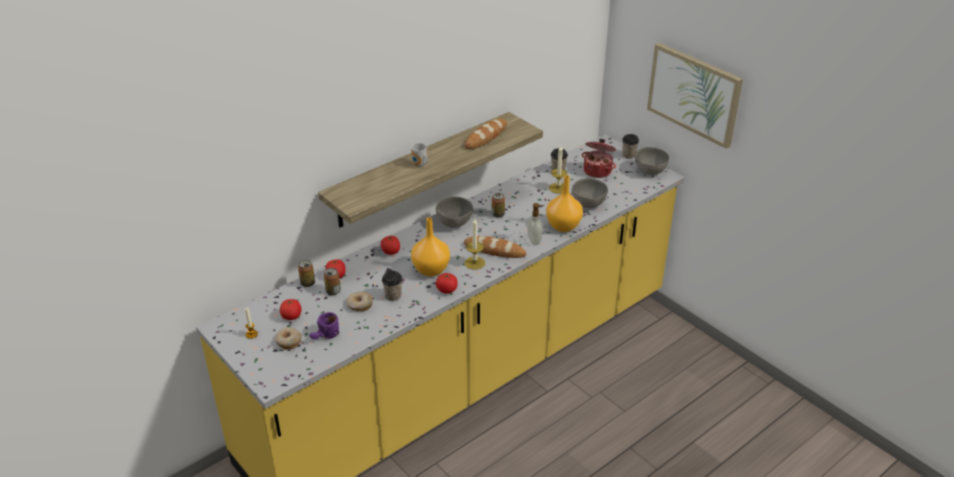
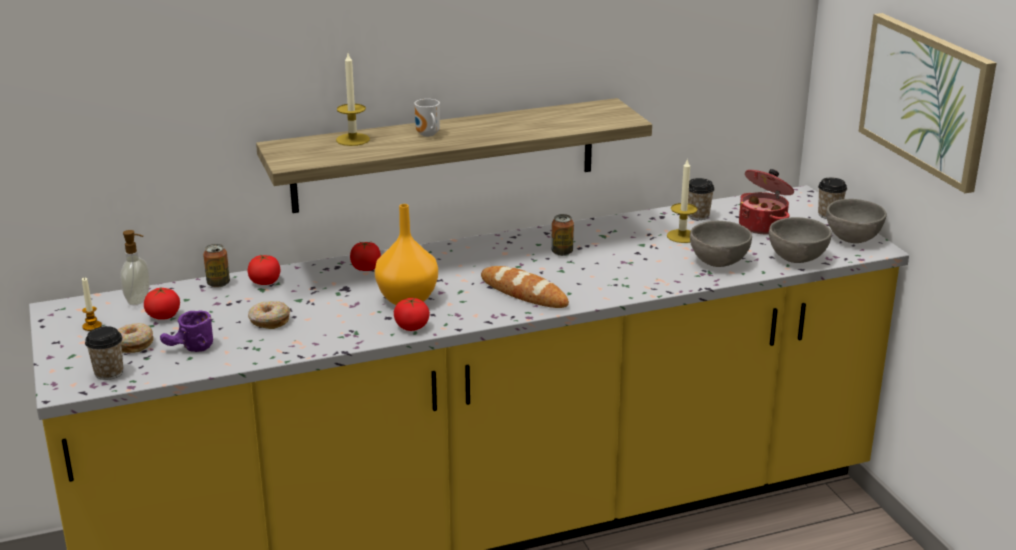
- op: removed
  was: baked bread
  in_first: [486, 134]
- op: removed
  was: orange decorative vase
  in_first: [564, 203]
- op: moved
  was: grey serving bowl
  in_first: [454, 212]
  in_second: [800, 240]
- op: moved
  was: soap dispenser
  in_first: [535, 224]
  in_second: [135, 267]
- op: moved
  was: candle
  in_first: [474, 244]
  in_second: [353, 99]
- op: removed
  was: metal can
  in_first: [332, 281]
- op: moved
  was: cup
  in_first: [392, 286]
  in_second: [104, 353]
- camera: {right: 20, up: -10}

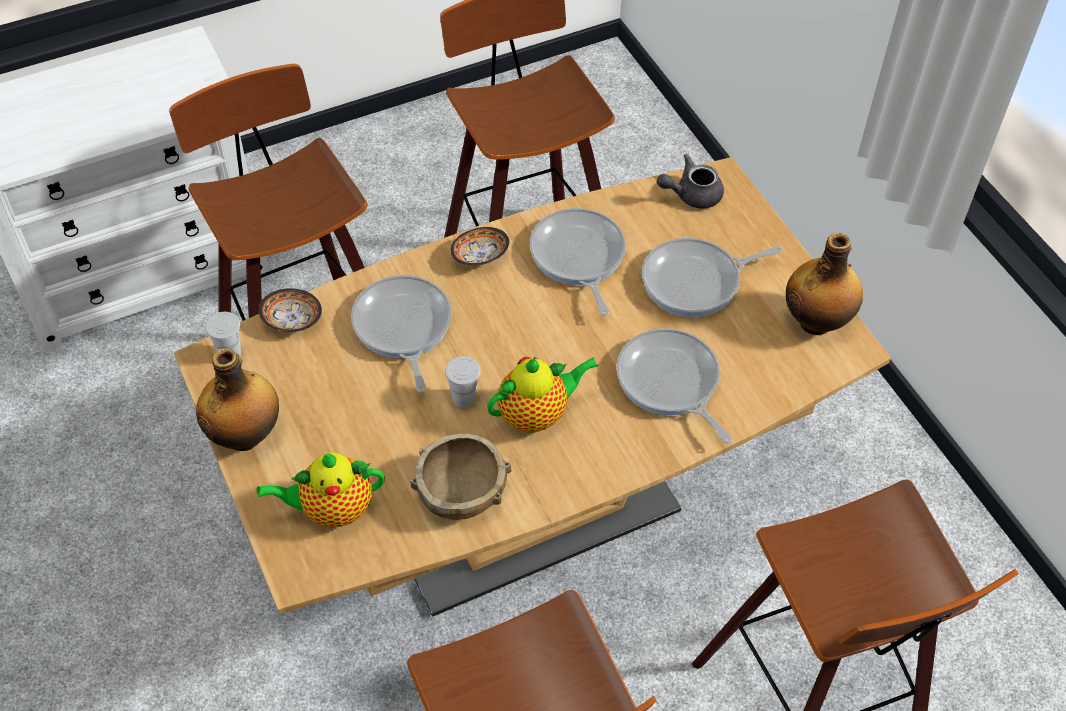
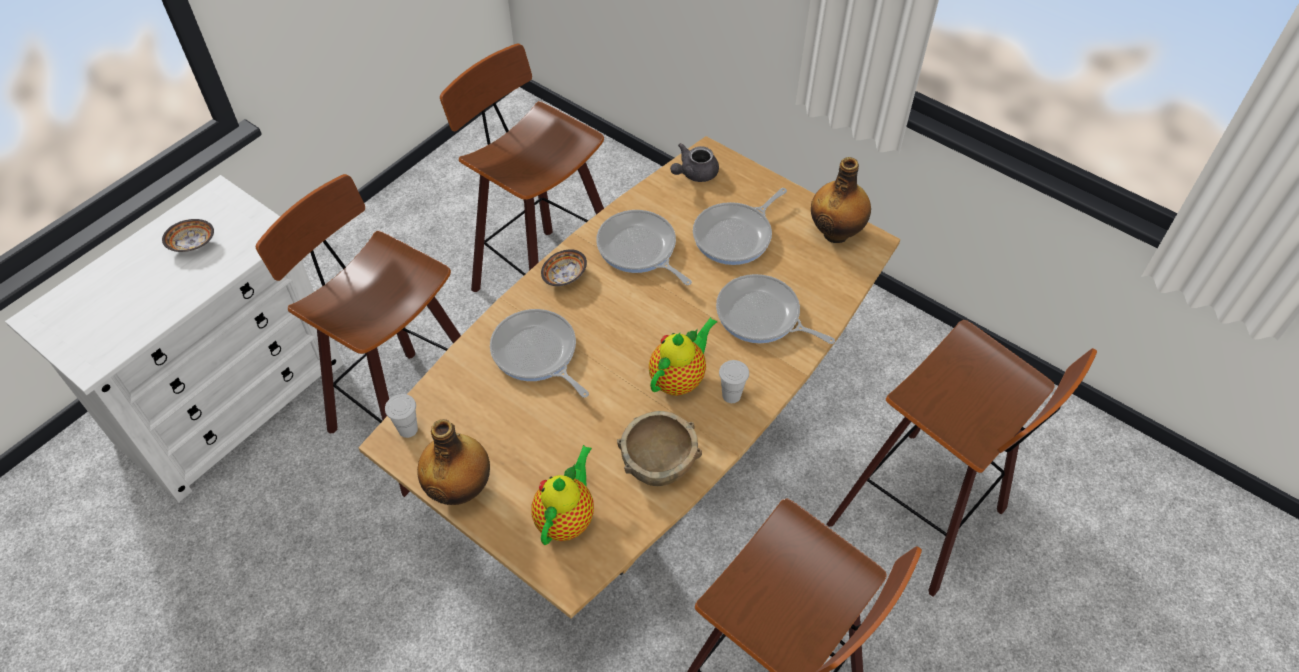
- op: moved
  was: serving bowl
  in_first: [290, 310]
  in_second: [188, 235]
- op: moved
  was: whitish cup
  in_first: [462, 382]
  in_second: [734, 381]
- op: turned
  was: tea pot
  in_first: [321, 489]
  in_second: [562, 495]
  clockwise: 150
- camera: {right: -25, up: 0}

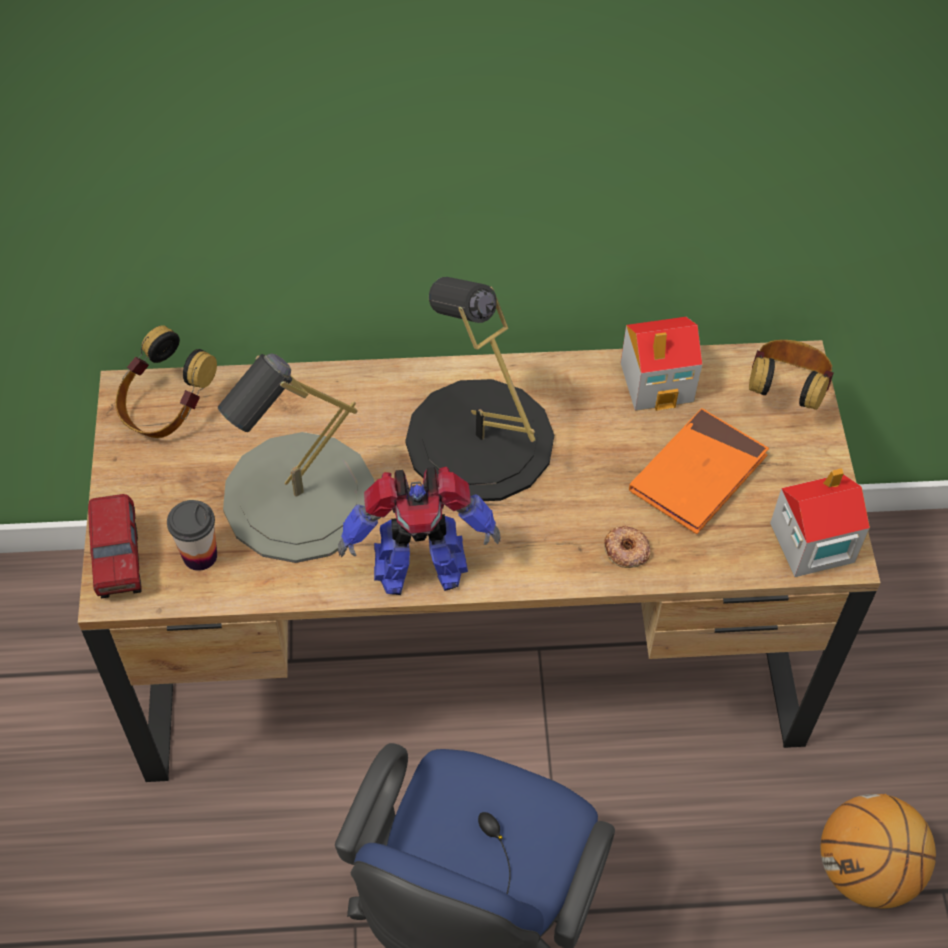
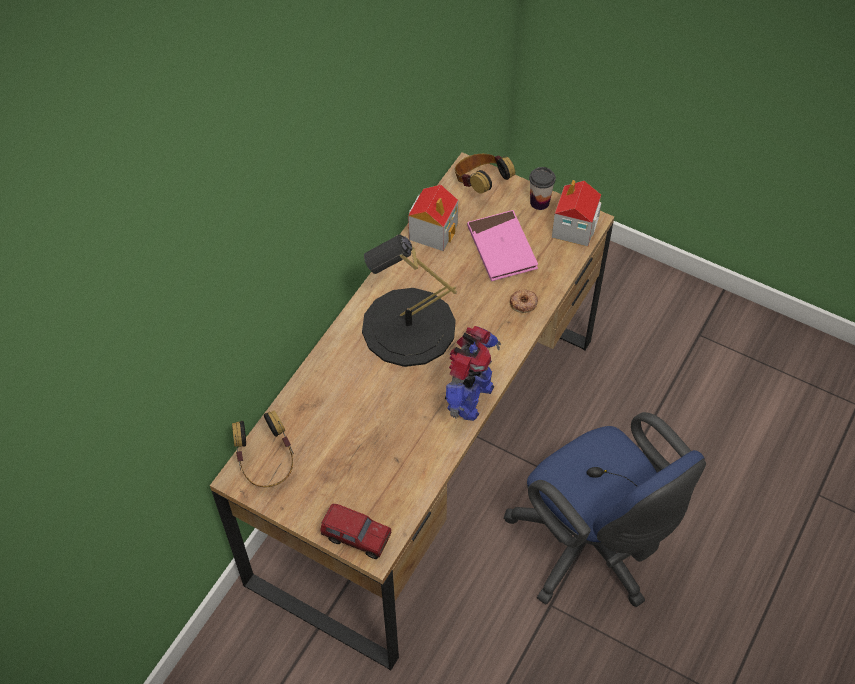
- op: removed
  was: grey lamp for a table
  in_first: [296, 458]
- op: recoloured
  was: orange bound book
  now: pink-coloured bound book
  in_first: [699, 471]
  in_second: [502, 245]
- op: moved
  was: cup
  in_first: [192, 535]
  in_second: [542, 188]
- op: removed
  was: basketball ball
  in_first: [878, 851]
- camera: {right: -55, up: 0}

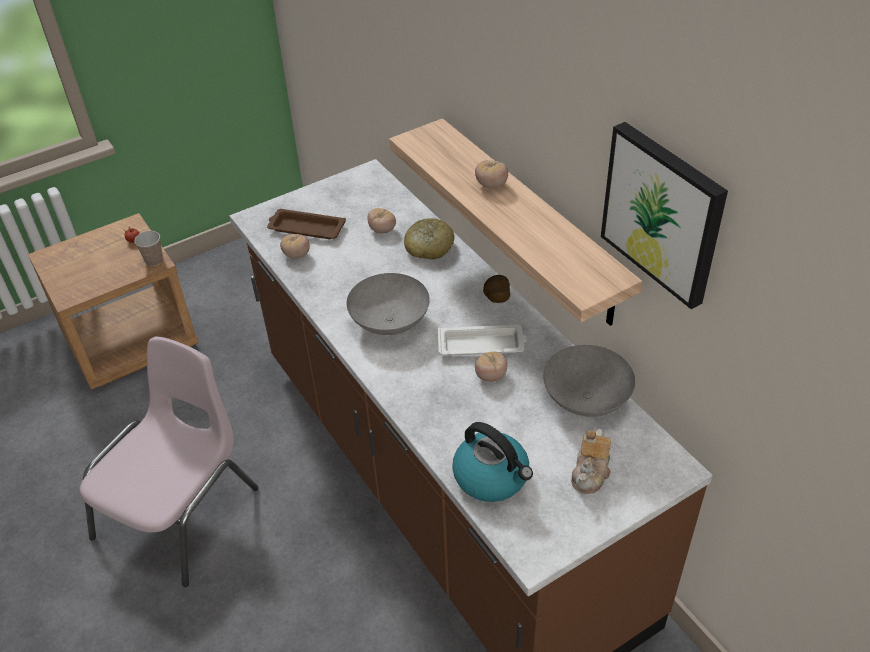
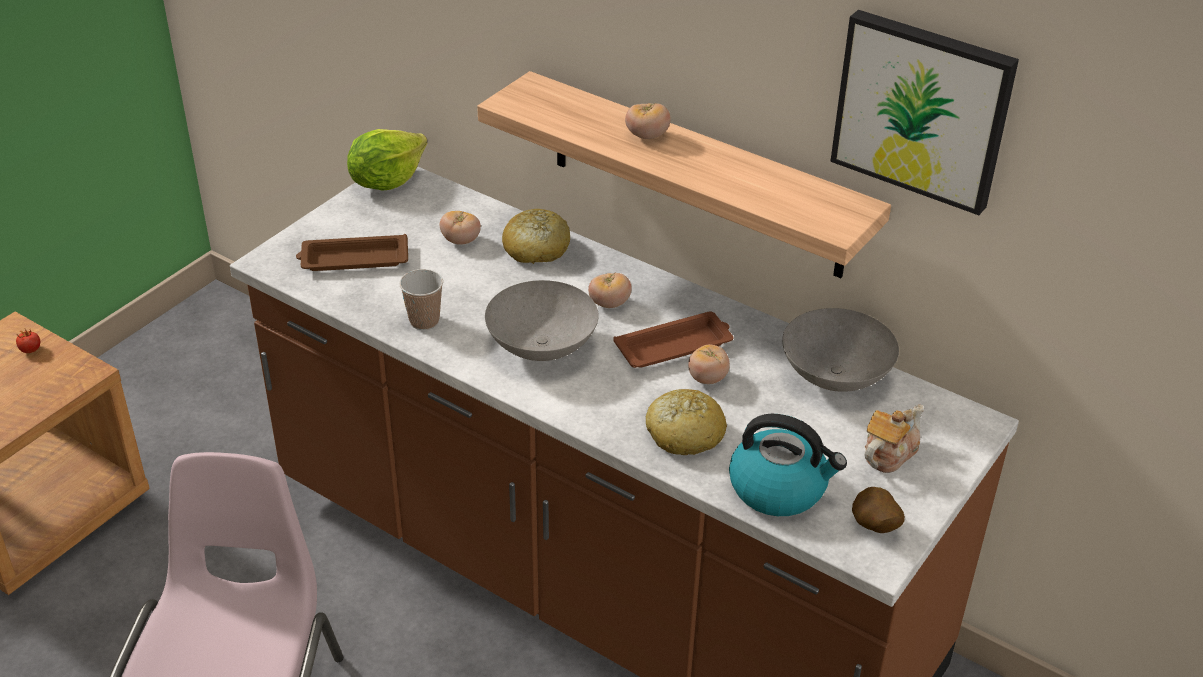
- op: moved
  was: cup
  in_first: [148, 248]
  in_second: [421, 299]
- op: moved
  was: fresh tomato
  in_first: [295, 246]
  in_second: [610, 290]
- op: moved
  was: spud
  in_first: [496, 289]
  in_second: [878, 510]
- op: recoloured
  was: whitish tray
  now: brown tray
  in_first: [482, 340]
  in_second: [673, 340]
- op: turned
  was: tea pot
  in_first: [591, 461]
  in_second: [894, 438]
  clockwise: -135
- op: added
  now: lettuce
  in_second: [387, 160]
- op: added
  now: baked bread
  in_second: [686, 422]
- camera: {right: -25, up: -5}

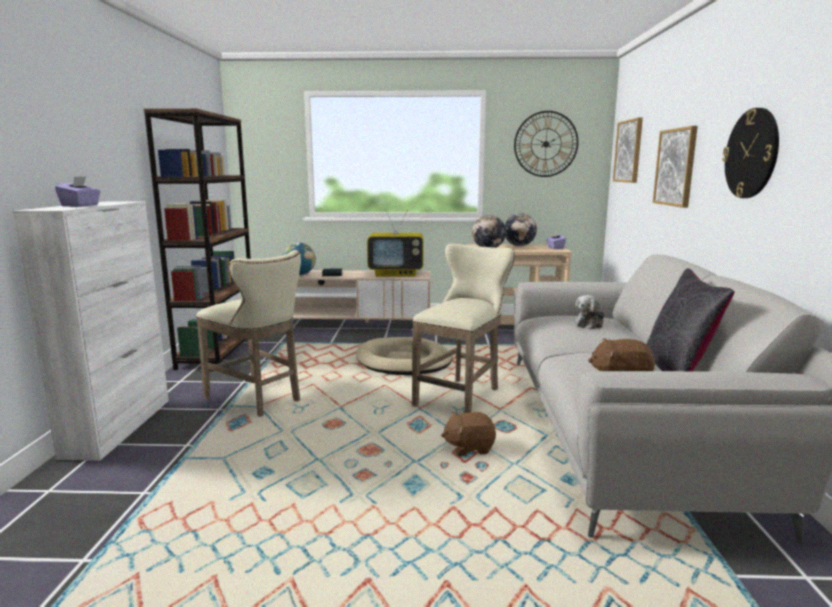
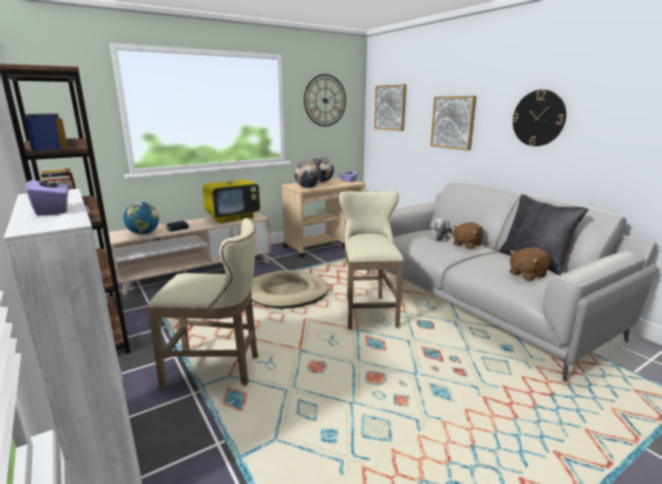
- op: moved
  was: brown plush toy
  in_first: [468, 434]
  in_second: [468, 235]
- camera: {right: -35, up: 5}

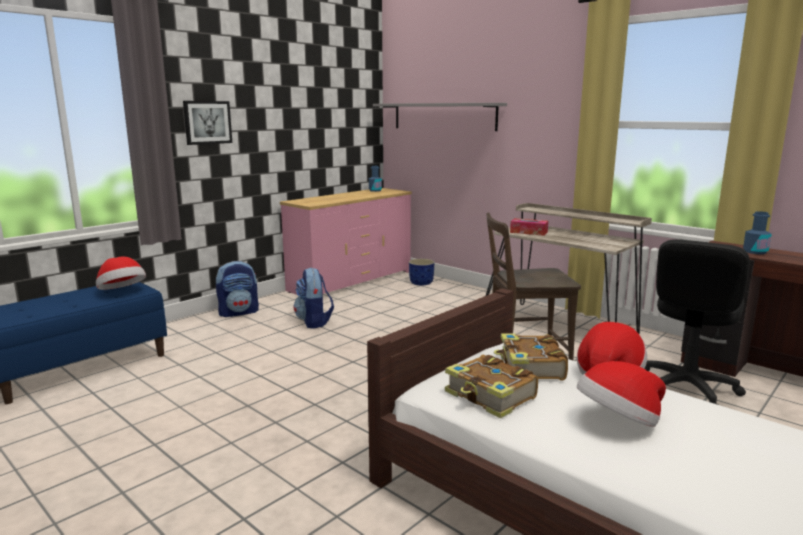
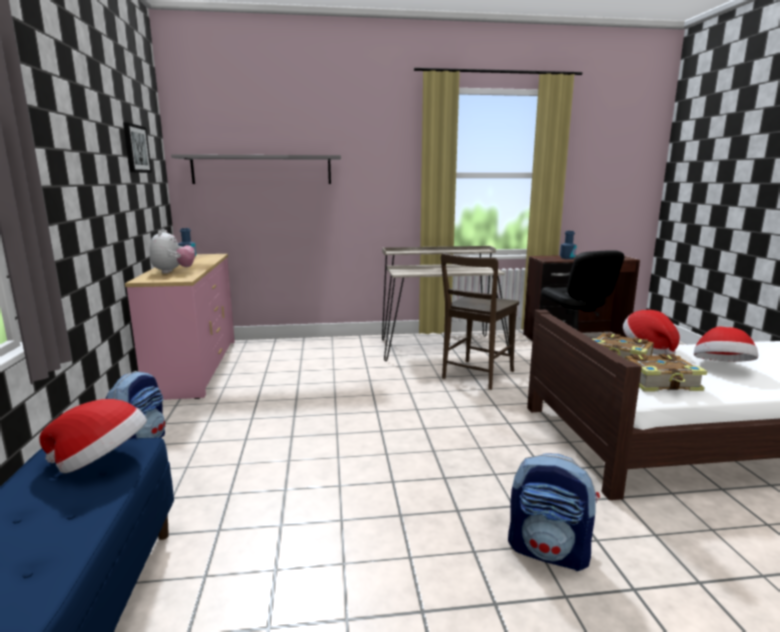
- op: moved
  was: wall picture
  in_first: [207, 123]
  in_second: [137, 147]
- op: removed
  was: box of tissues
  in_first: [529, 227]
- op: removed
  was: bluish plant pot
  in_first: [422, 272]
- op: moved
  was: backpack
  in_first: [314, 298]
  in_second: [554, 512]
- op: added
  now: plush toy
  in_second: [172, 252]
- camera: {right: -50, up: 0}

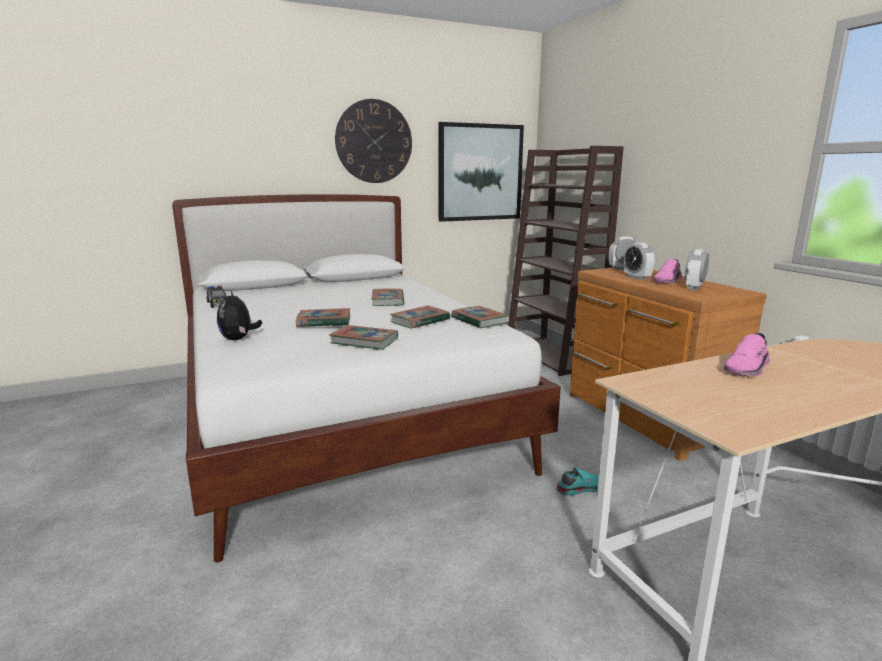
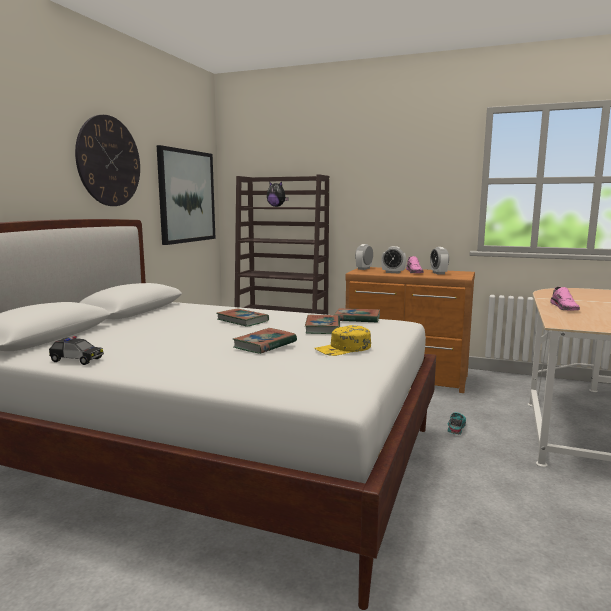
- op: moved
  was: plush toy
  in_first: [239, 314]
  in_second: [278, 194]
- op: replaced
  was: bound book
  now: yellow-coloured peaked cap
  in_first: [363, 337]
  in_second: [342, 340]
- camera: {right: -45, up: -5}

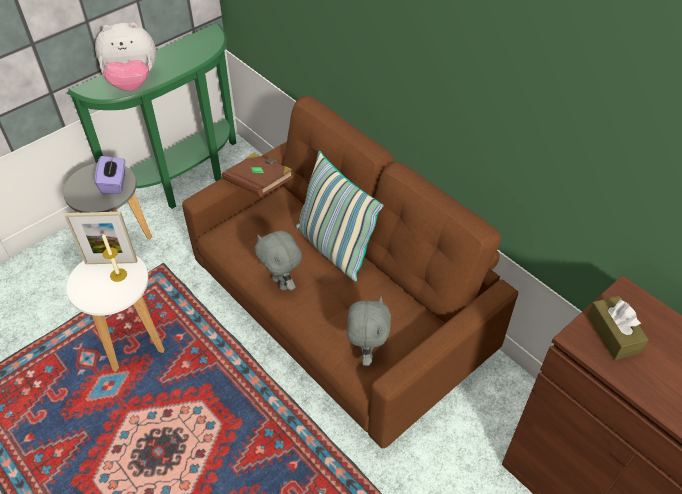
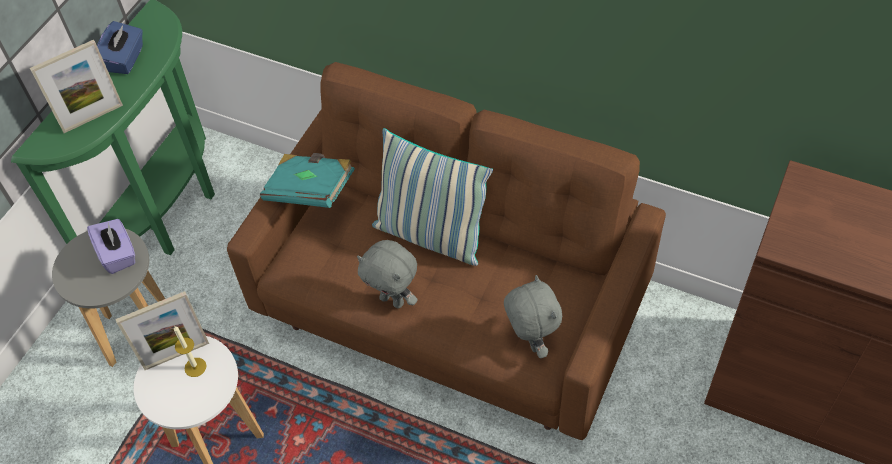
- op: replaced
  was: plush toy
  now: photo frame
  in_first: [125, 57]
  in_second: [76, 86]
- op: recoloured
  was: brown bound book
  now: turquoise bound book
  in_first: [258, 175]
  in_second: [307, 180]
- op: removed
  was: brown box of tissues
  in_first: [618, 328]
- op: added
  now: bluish box of tissues
  in_second: [120, 47]
- camera: {right: -20, up: 5}

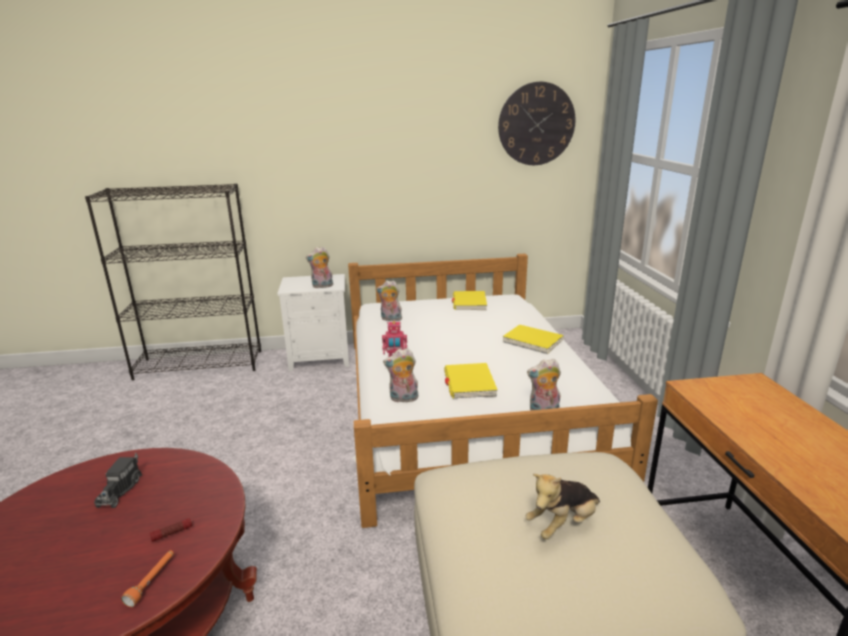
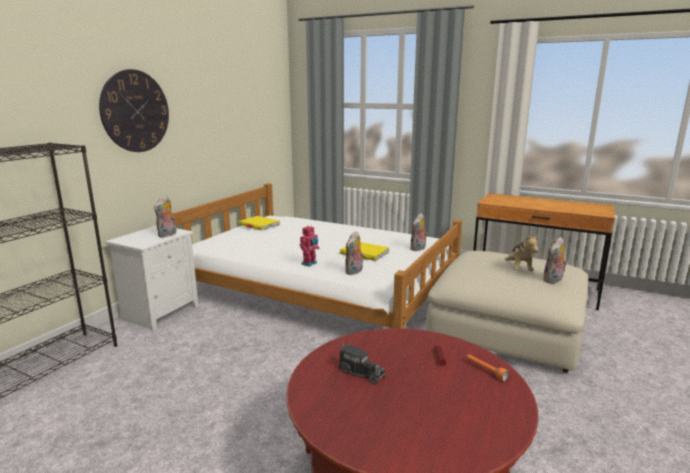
- op: moved
  was: wall clock
  in_first: [536, 123]
  in_second: [134, 110]
- op: moved
  was: plush toy
  in_first: [389, 300]
  in_second: [555, 260]
- op: removed
  was: yellow-coloured bound book
  in_first: [533, 339]
- camera: {right: -55, up: -5}

